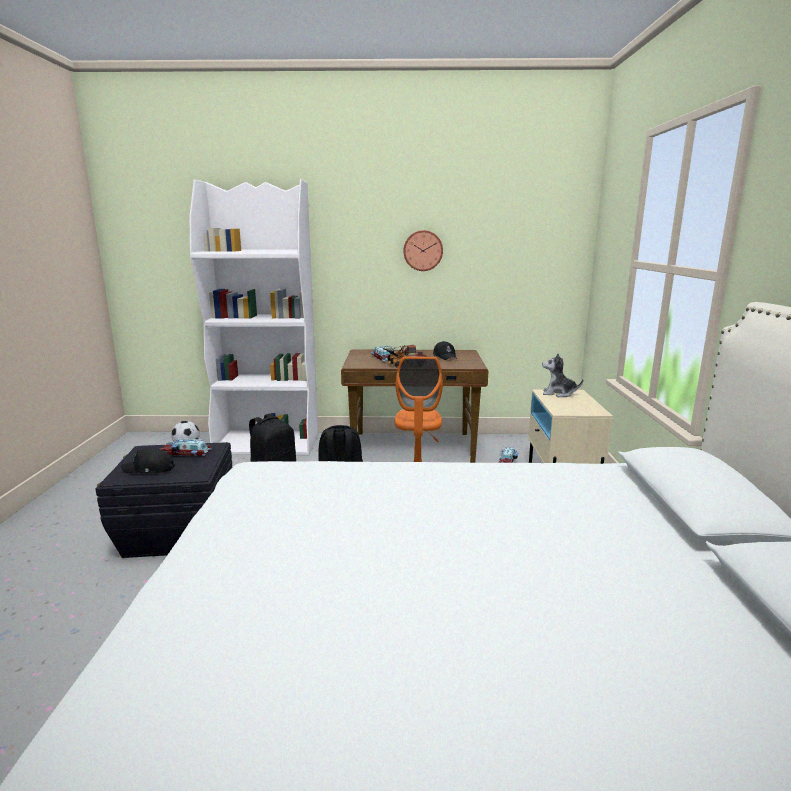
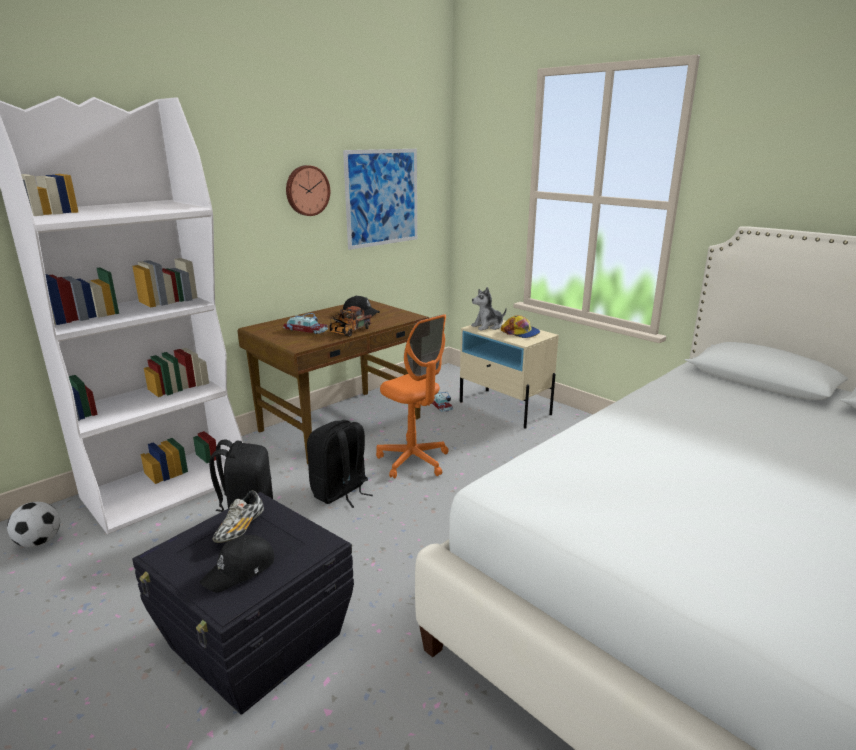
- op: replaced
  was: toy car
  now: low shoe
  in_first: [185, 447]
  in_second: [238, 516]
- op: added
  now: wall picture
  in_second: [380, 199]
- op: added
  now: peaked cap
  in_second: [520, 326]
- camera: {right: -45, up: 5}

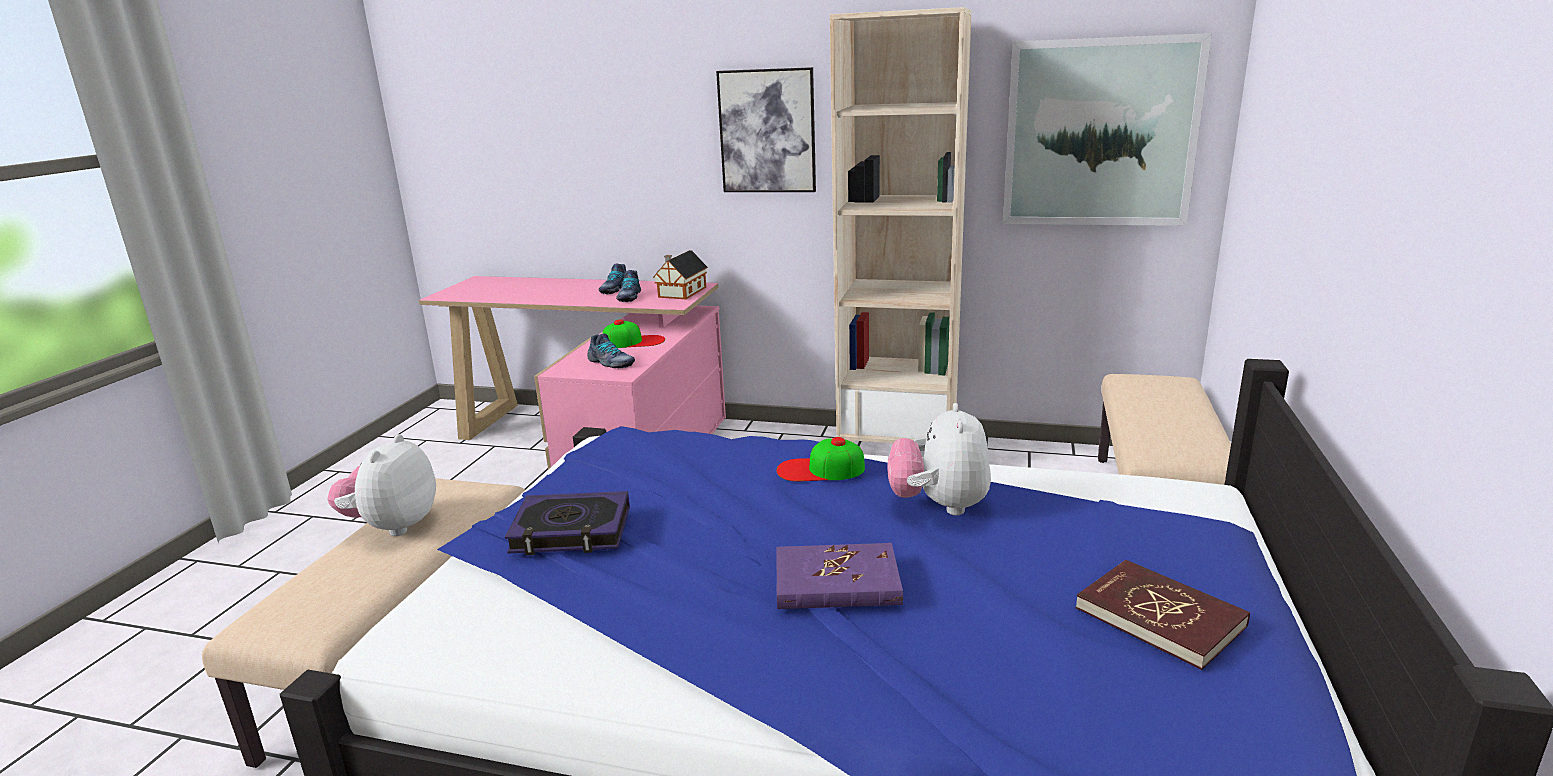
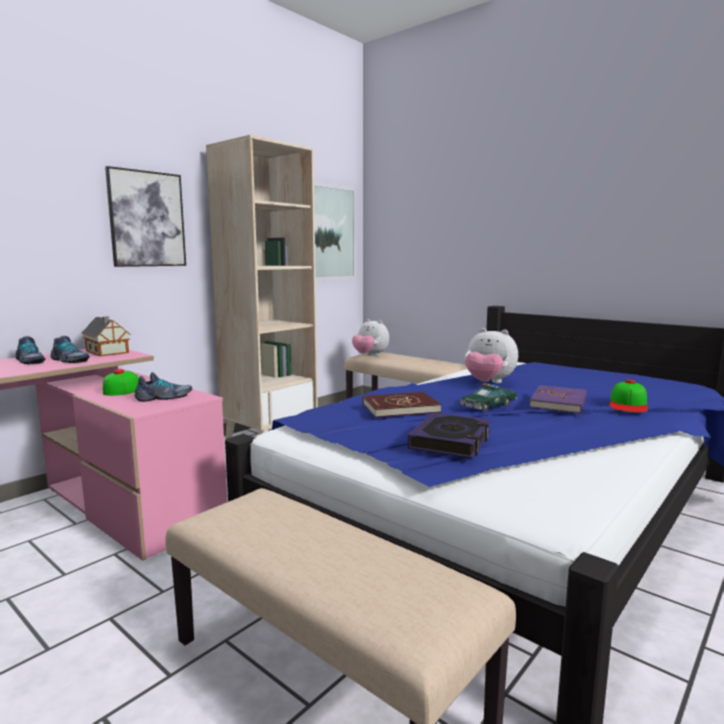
- op: moved
  was: plush toy
  in_first: [381, 485]
  in_second: [370, 337]
- op: moved
  was: peaked cap
  in_first: [820, 459]
  in_second: [628, 396]
- op: moved
  was: reddish bound book
  in_first: [1163, 615]
  in_second: [402, 405]
- op: added
  now: toy car
  in_second: [489, 397]
- camera: {right: -65, up: -10}

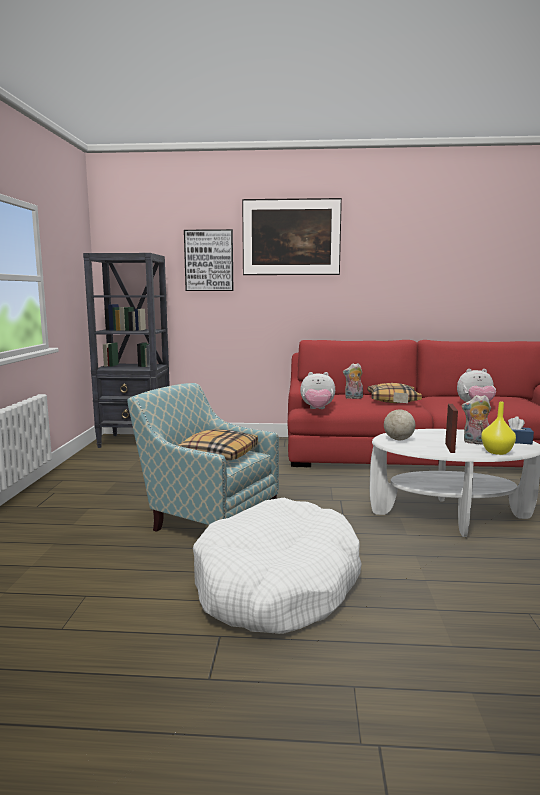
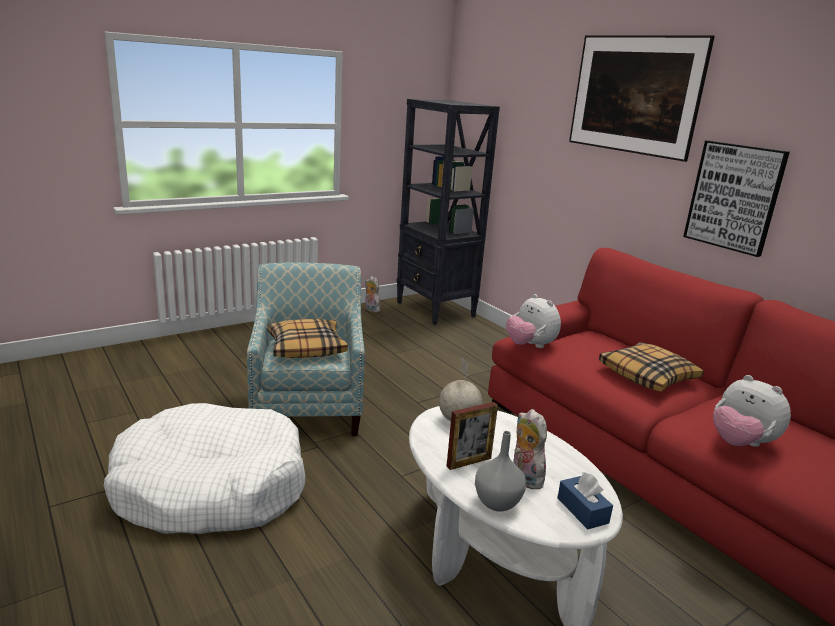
- op: moved
  was: wall picture
  in_first: [208, 260]
  in_second: [736, 199]
- op: moved
  was: plush toy
  in_first: [353, 381]
  in_second: [373, 294]
- op: recoloured
  was: yellow-coloured decorative vase
  now: grey decorative vase
  in_first: [498, 428]
  in_second: [500, 471]
- camera: {right: 50, up: 10}

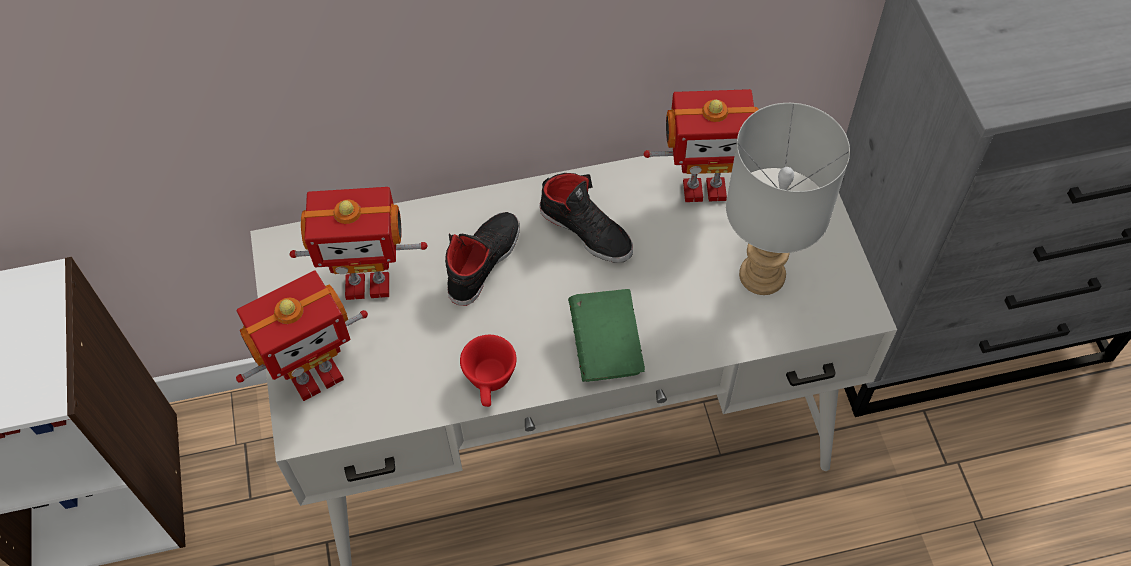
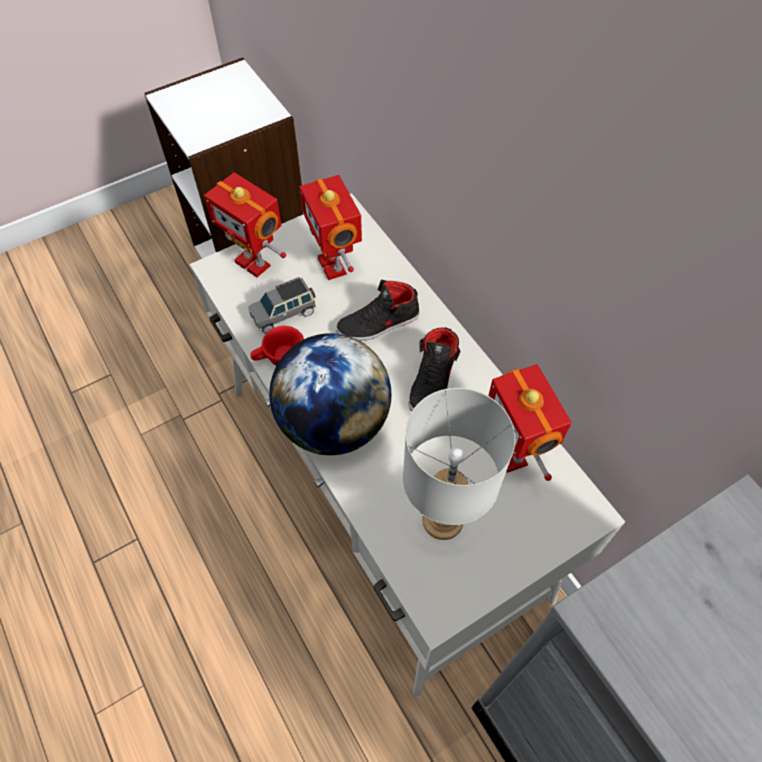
- op: turned
  was: blackish low shoe
  in_first: [482, 259]
  in_second: [378, 310]
  clockwise: 150
- op: replaced
  was: greenish bound book
  now: globe
  in_first: [606, 335]
  in_second: [330, 394]
- op: added
  now: grey toy car
  in_second: [282, 305]
- camera: {right: 70, up: 0}

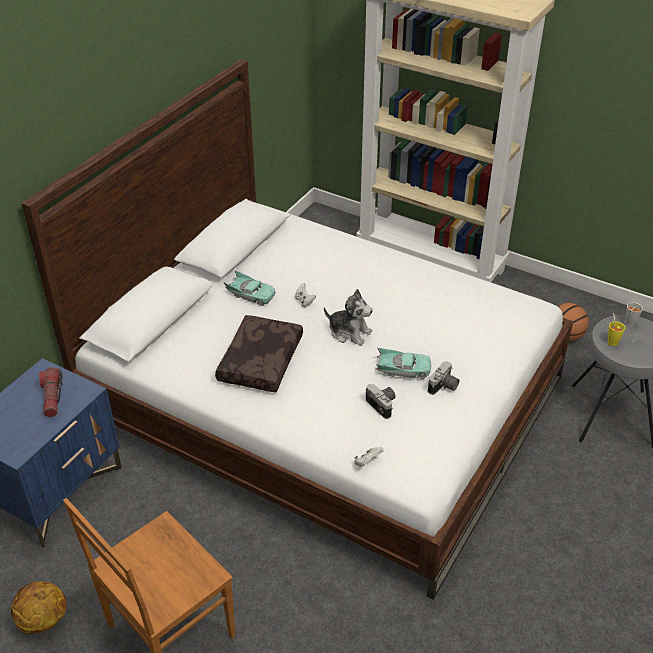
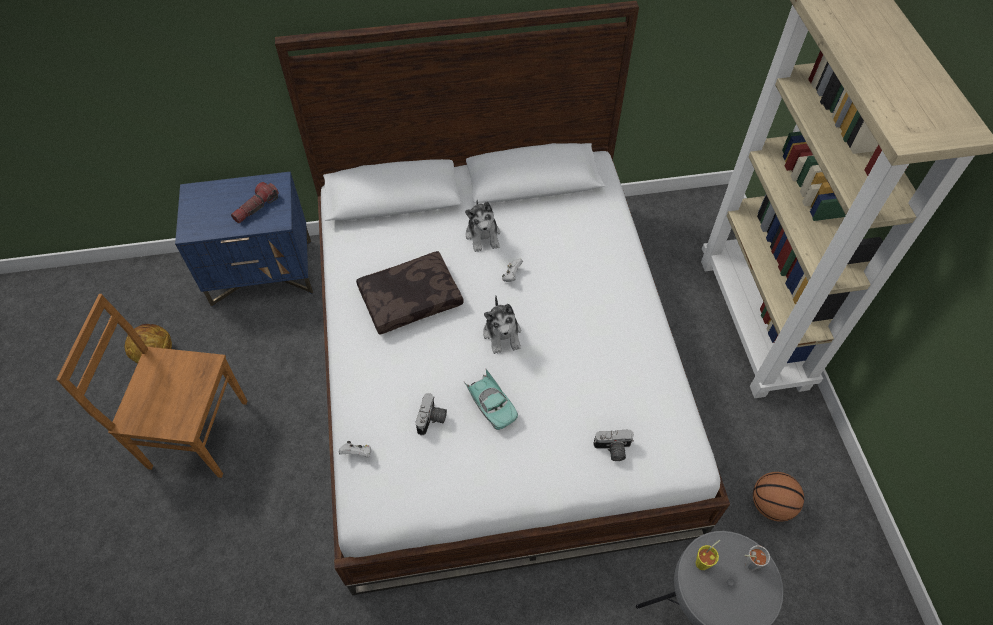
- op: replaced
  was: turquoise toy car
  now: plush toy
  in_first: [249, 288]
  in_second: [482, 226]
- op: moved
  was: photo camera
  in_first: [444, 378]
  in_second: [613, 445]
- camera: {right: 50, up: 15}

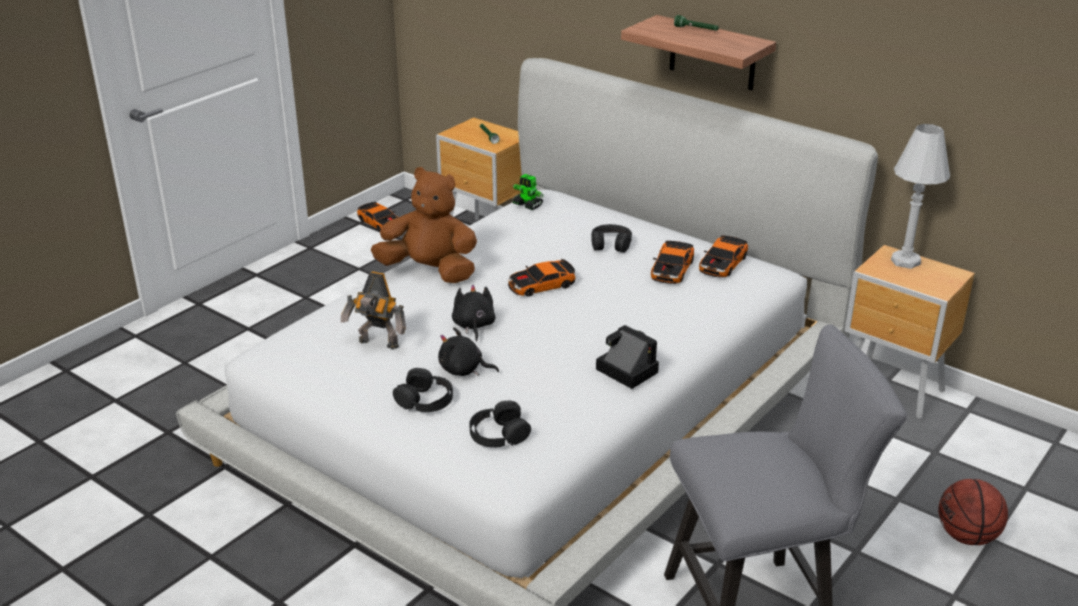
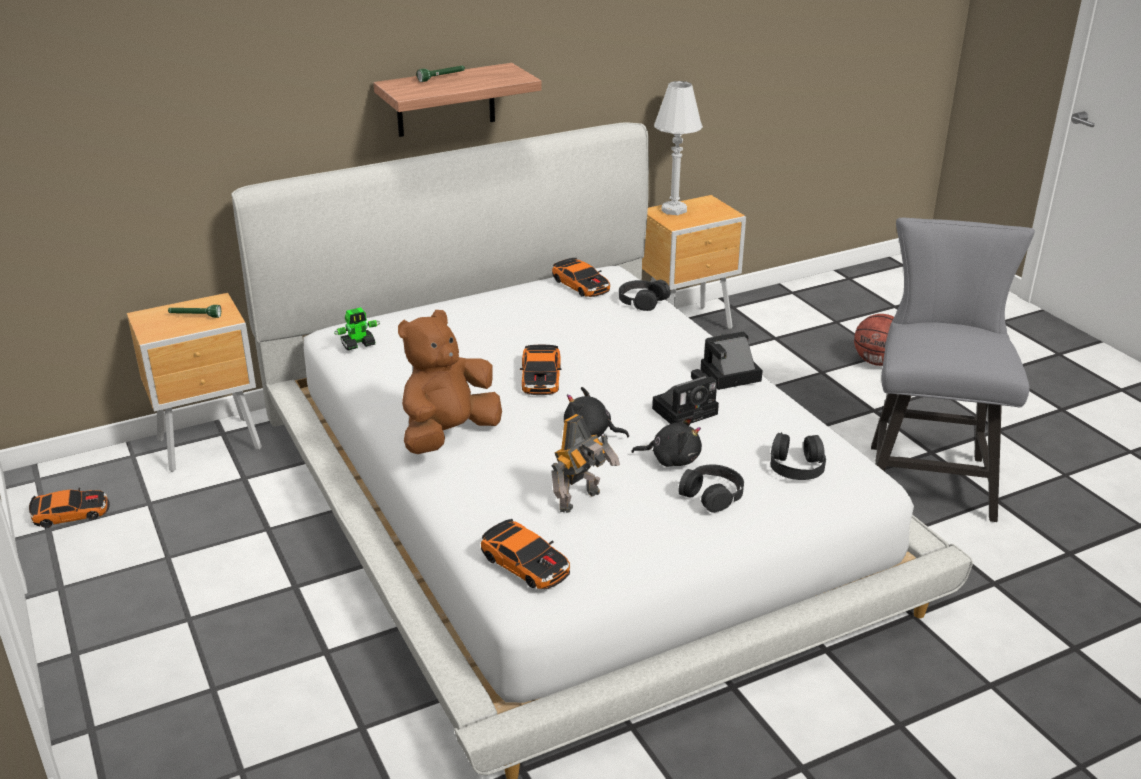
- op: moved
  was: blackish headset
  in_first: [611, 238]
  in_second: [644, 295]
- op: moved
  was: toy car
  in_first: [672, 262]
  in_second: [525, 554]
- op: turned
  was: blackish plush toy
  in_first: [468, 351]
  in_second: [667, 441]
  clockwise: -120
- op: added
  now: photo camera
  in_second: [685, 396]
- camera: {right: -65, up: 0}

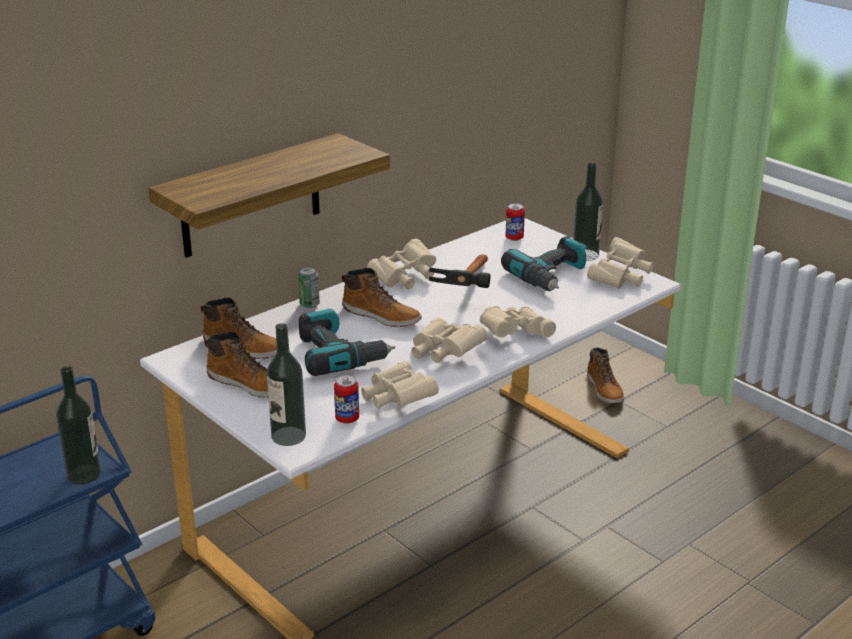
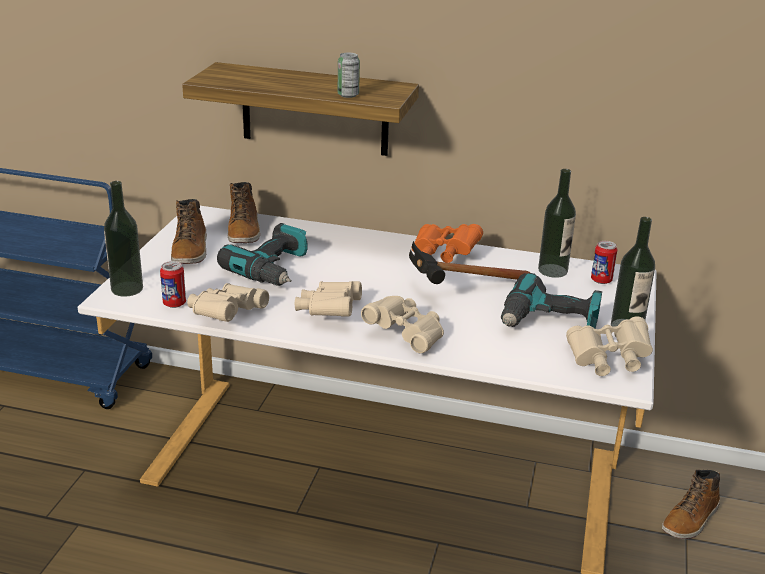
- op: recoloured
  was: sand-coloured pair of binoculars
  now: orange pair of binoculars
  in_first: [401, 264]
  in_second: [447, 243]
- op: moved
  was: metal can
  in_first: [309, 287]
  in_second: [349, 75]
- op: removed
  was: tall boot
  in_first: [382, 297]
- op: moved
  was: bottle
  in_first: [78, 425]
  in_second: [557, 223]
- camera: {right: 55, up: 0}

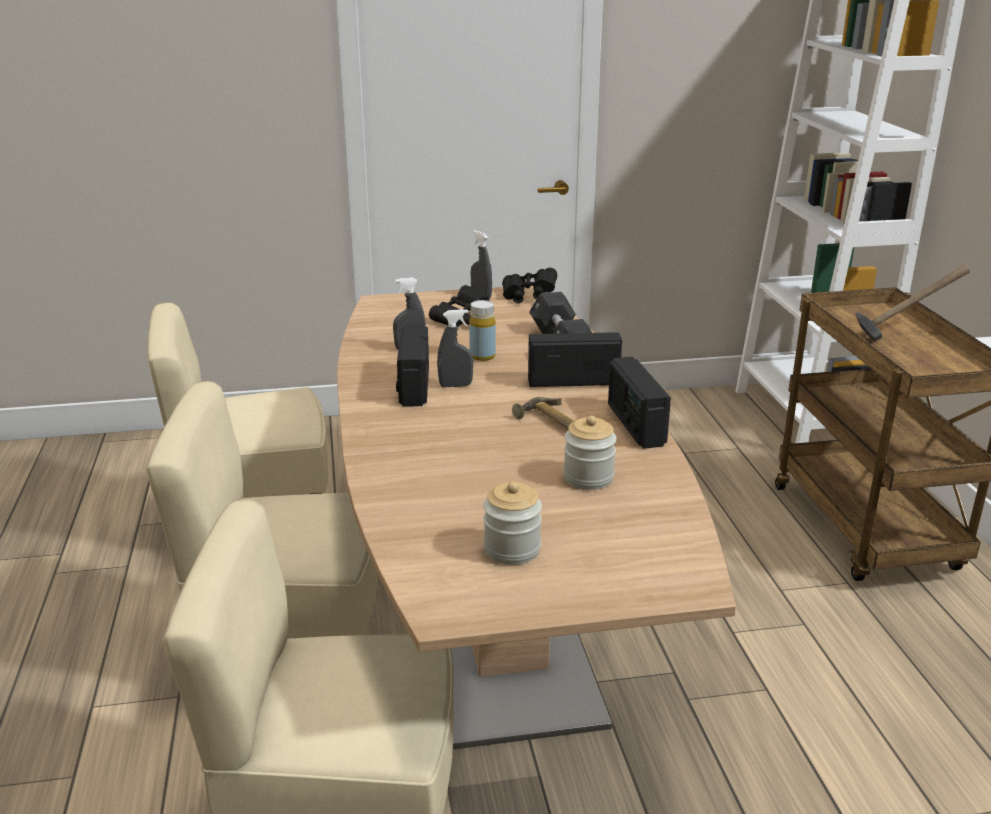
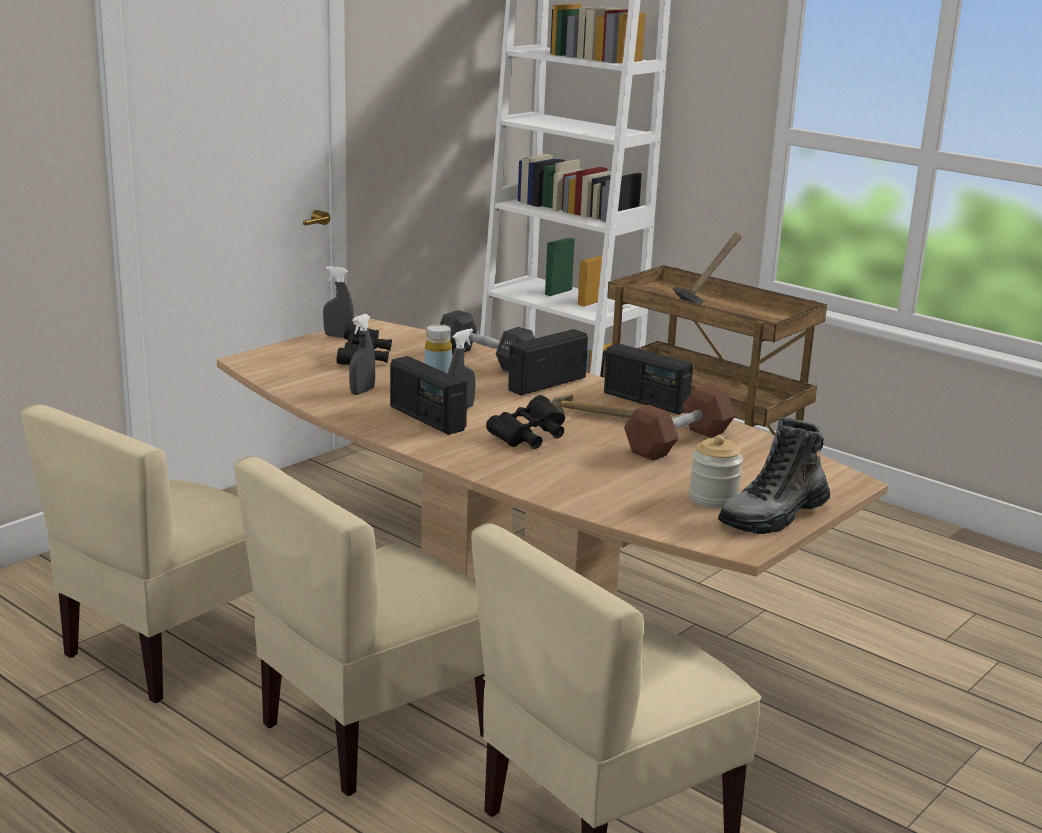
- op: moved
  was: blackish pair of binoculars
  in_first: [529, 285]
  in_second: [525, 422]
- op: replaced
  was: storage jar
  now: brown dumbbell
  in_first: [590, 453]
  in_second: [679, 422]
- op: added
  now: tall boot
  in_second: [774, 475]
- camera: {right: -40, up: -5}

